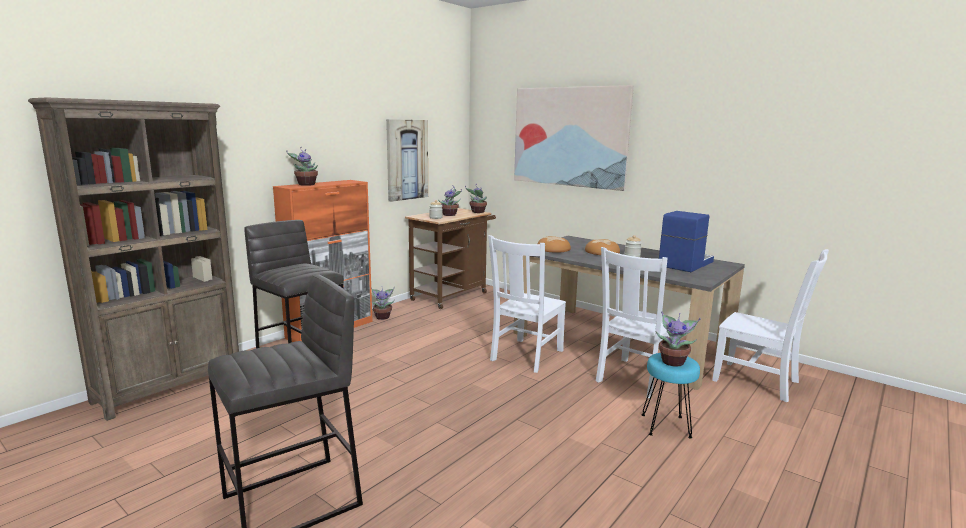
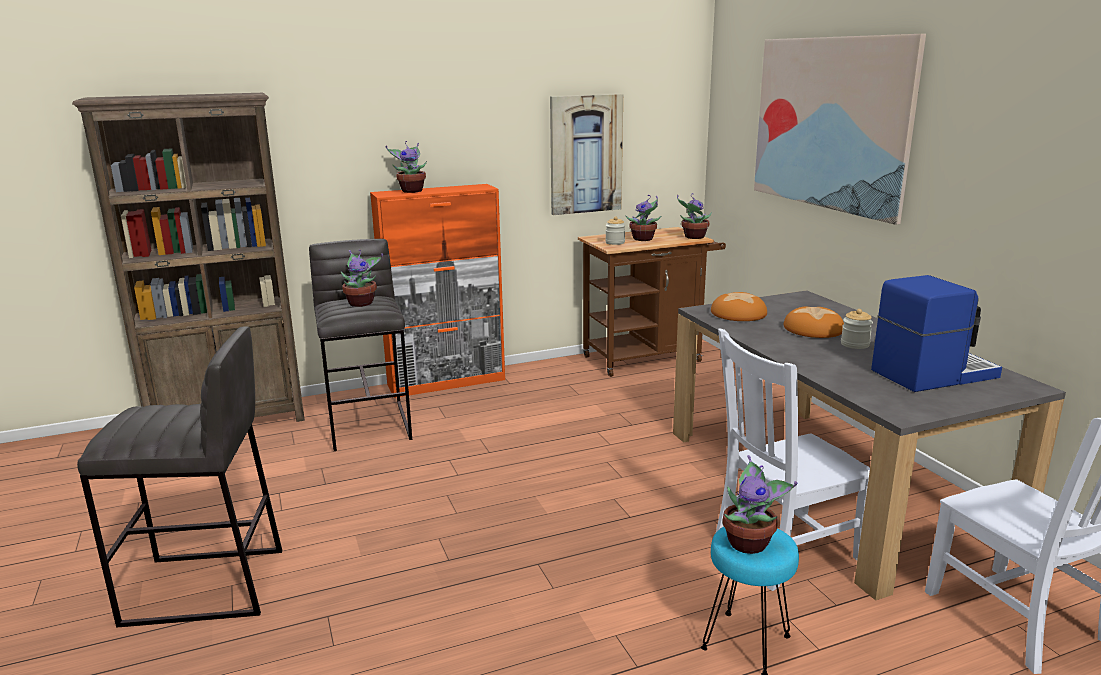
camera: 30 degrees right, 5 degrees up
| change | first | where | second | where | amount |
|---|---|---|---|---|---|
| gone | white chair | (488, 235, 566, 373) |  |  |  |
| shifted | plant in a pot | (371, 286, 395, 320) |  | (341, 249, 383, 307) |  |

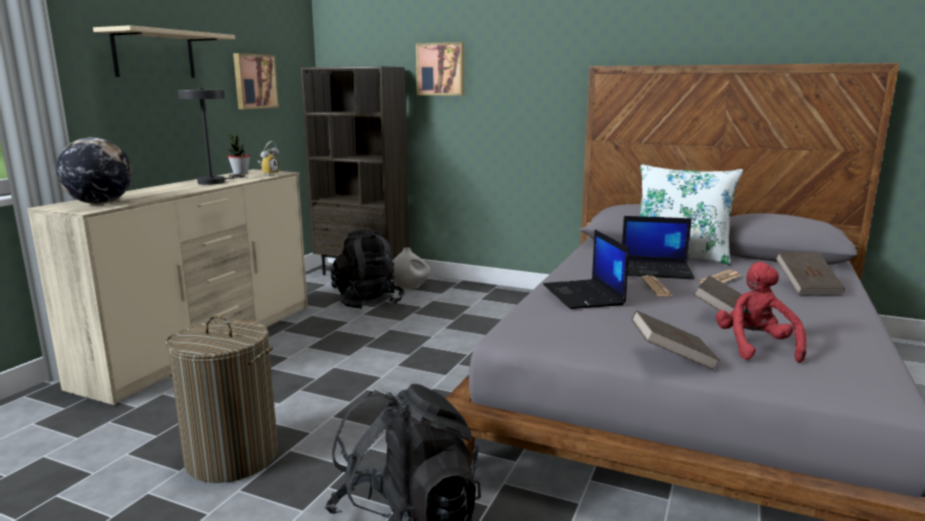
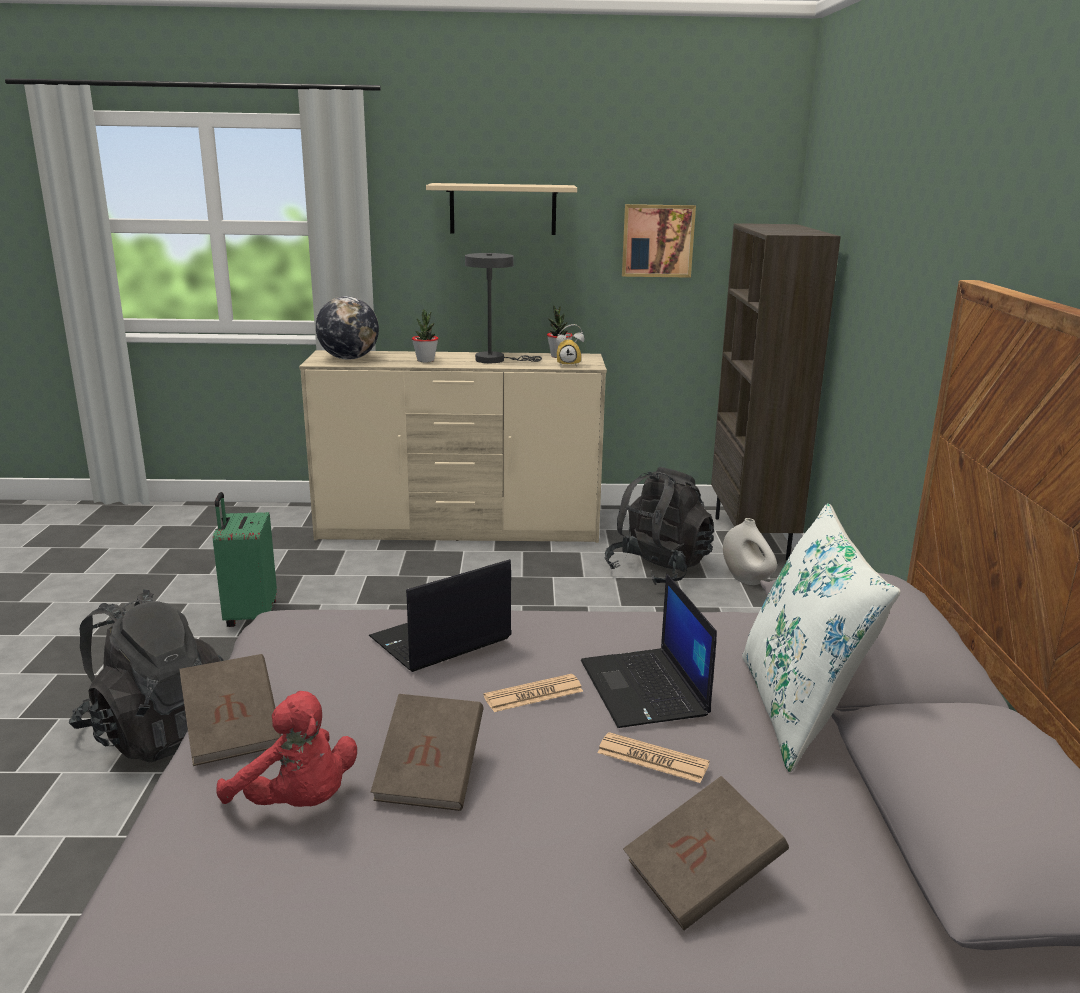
camera: 65 degrees right, 5 degrees up
| change | first | where | second | where | amount |
|---|---|---|---|---|---|
| gone | wall art | (416, 42, 464, 96) |  |  |  |
| rotated | red-coloured plush toy | (716, 262, 807, 363) |  | (217, 691, 357, 807) | 60 degrees clockwise |
| swapped | hamper | (166, 315, 278, 483) | green-coloured travel case | (213, 492, 277, 627) |  |
| new |  |  | plant in a pot | (412, 309, 439, 362) |  |

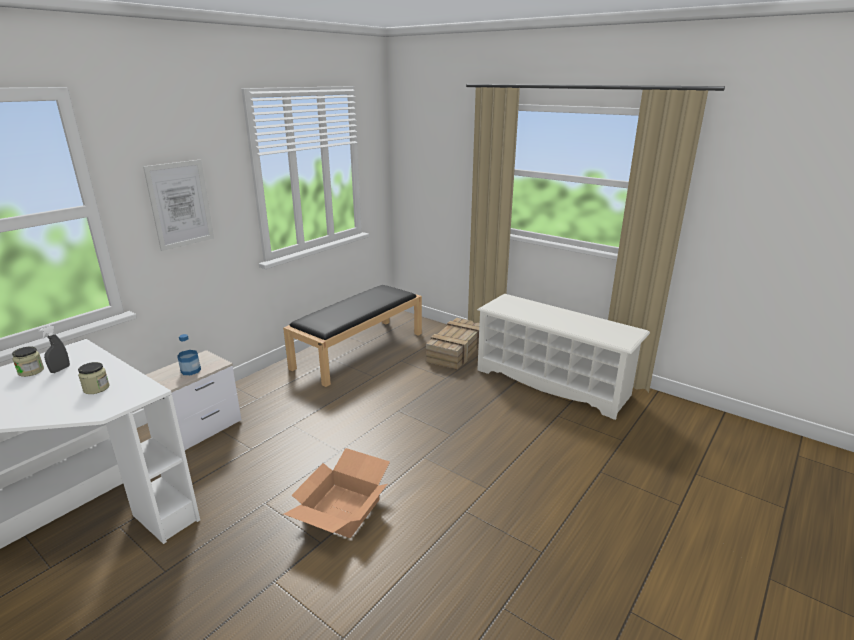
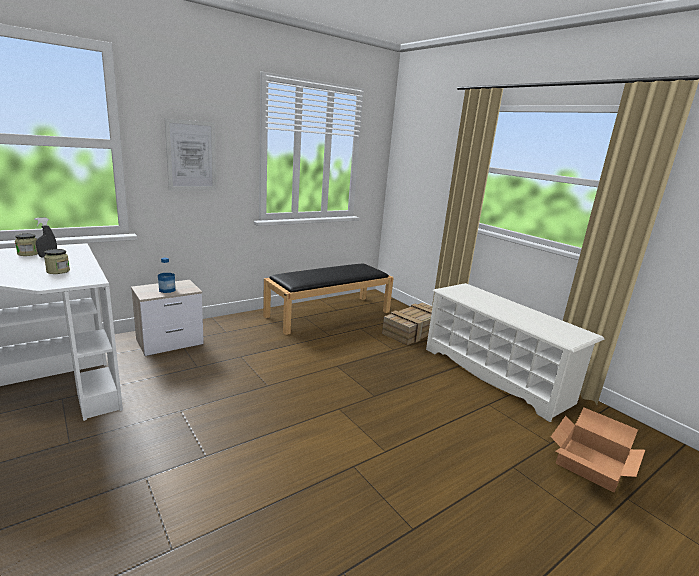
camera: 15 degrees right, 5 degrees down
| change | first | where | second | where | amount |
|---|---|---|---|---|---|
| shifted | packing box | (284, 448, 390, 538) |  | (551, 408, 645, 493) |  |

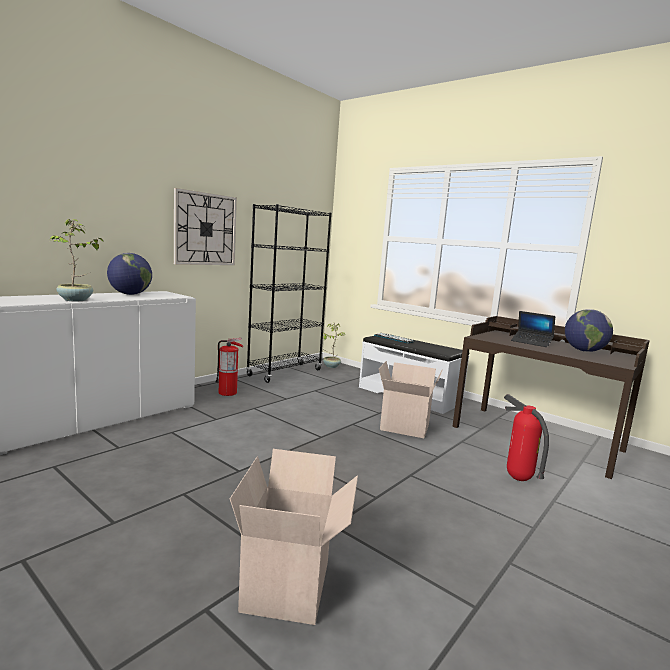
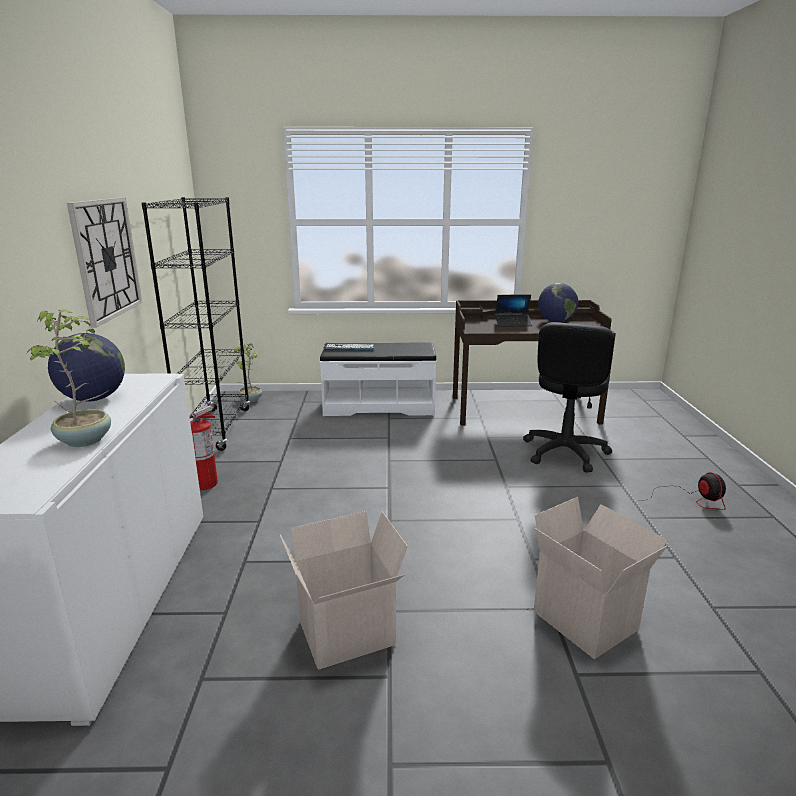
camera: 40 degrees left, 10 degrees up
| change | first | where | second | where | amount |
|---|---|---|---|---|---|
| shifted | packing box | (379, 361, 443, 438) |  | (280, 511, 408, 670) |  |
| swapped | extinguisher | (504, 394, 549, 481) | blackish office chair | (523, 322, 614, 472) |  |
| new |  |  | cooling fan | (641, 472, 726, 510) |  |

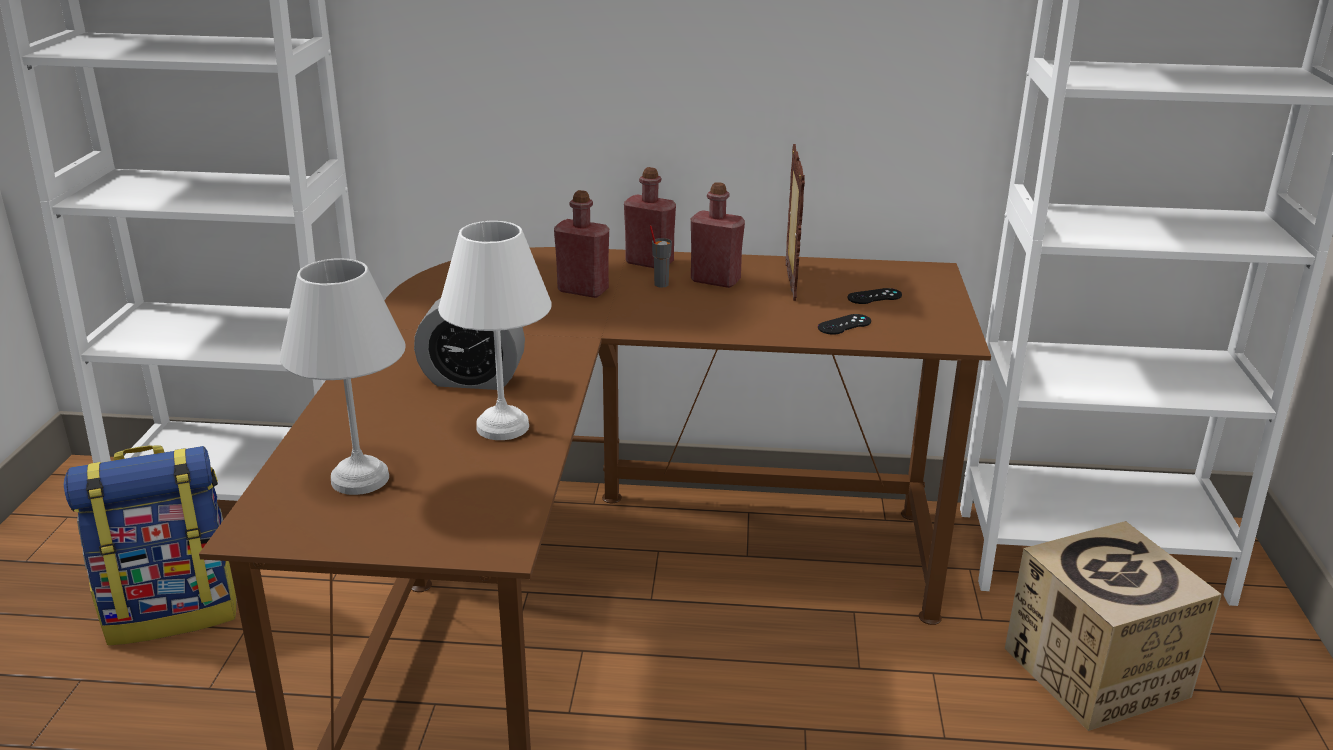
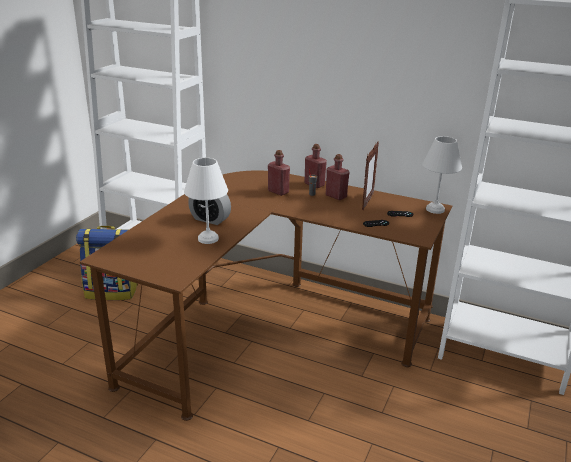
camera: 20 degrees right, 0 degrees up
| change | first | where | second | where | amount |
|---|---|---|---|---|---|
| shifted | white table lamp | (280, 259, 405, 495) |  | (422, 136, 462, 214) |  |
| gone | packing box | (1005, 521, 1222, 731) |  |  |  |

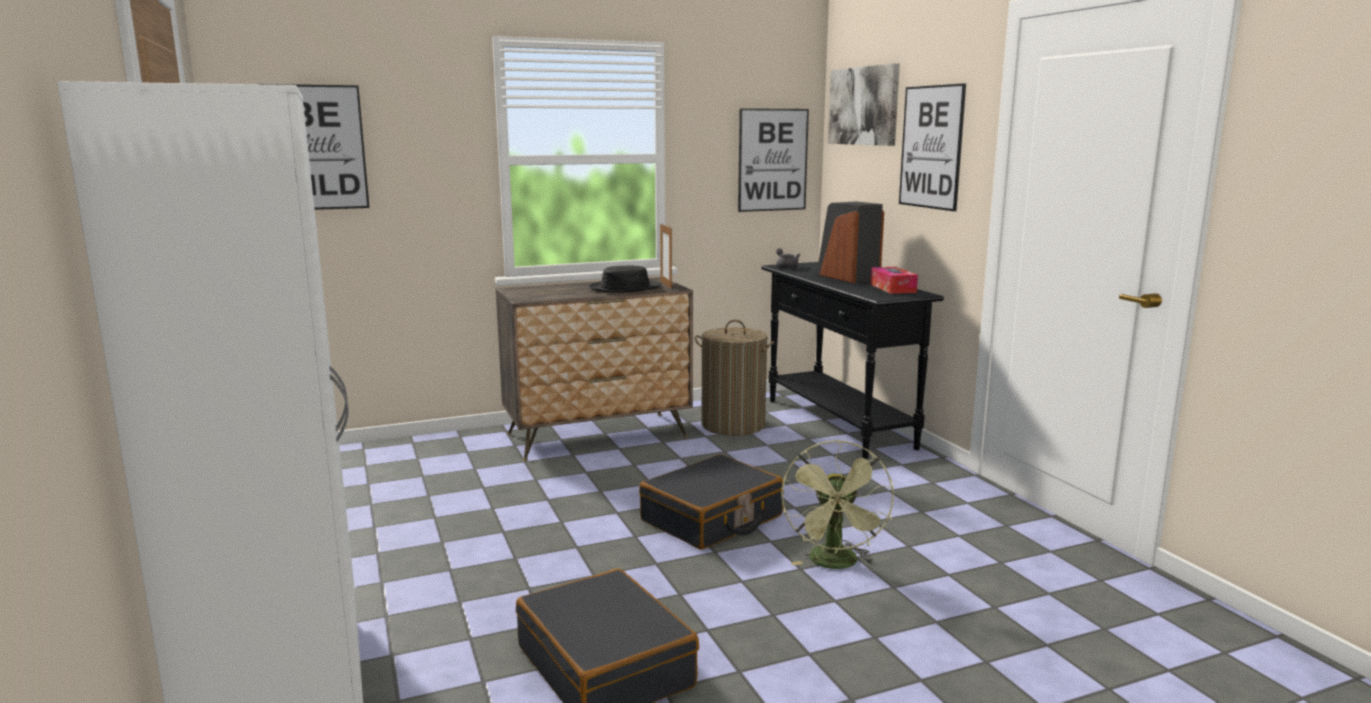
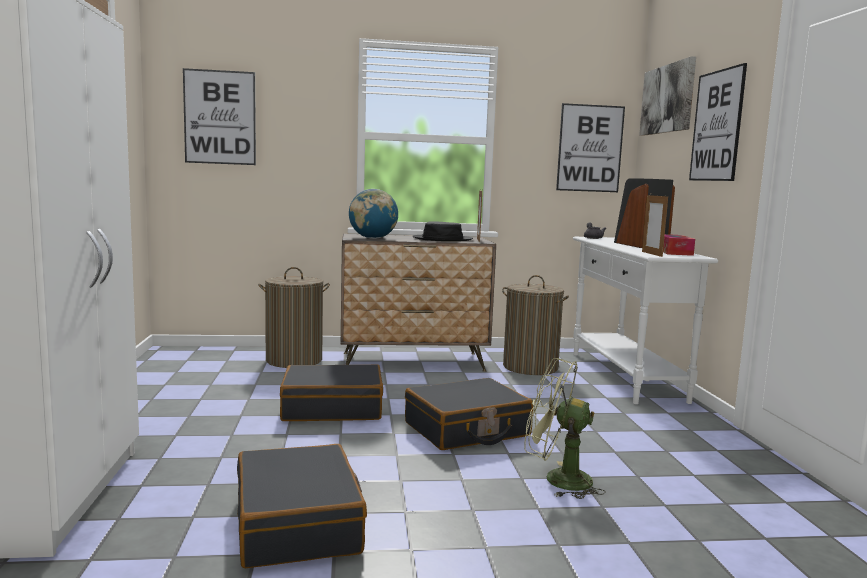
camera: 15 degrees right, 5 degrees down
| change | first | where | second | where | amount |
|---|---|---|---|---|---|
| repainted | blackish console table | (761, 262, 944, 459) | white console table | (573, 237, 718, 404) |  |
| rotated | green-coloured cooling fan | (781, 440, 894, 569) |  | (524, 358, 606, 499) | 90 degrees clockwise |
| new |  |  | globe | (349, 189, 398, 239) |  |
| new |  |  | picture frame | (642, 194, 668, 257) |  |
| new |  |  | hamper | (258, 267, 330, 368) |  |
| new |  |  | blackish travel case | (280, 364, 383, 421) |  |

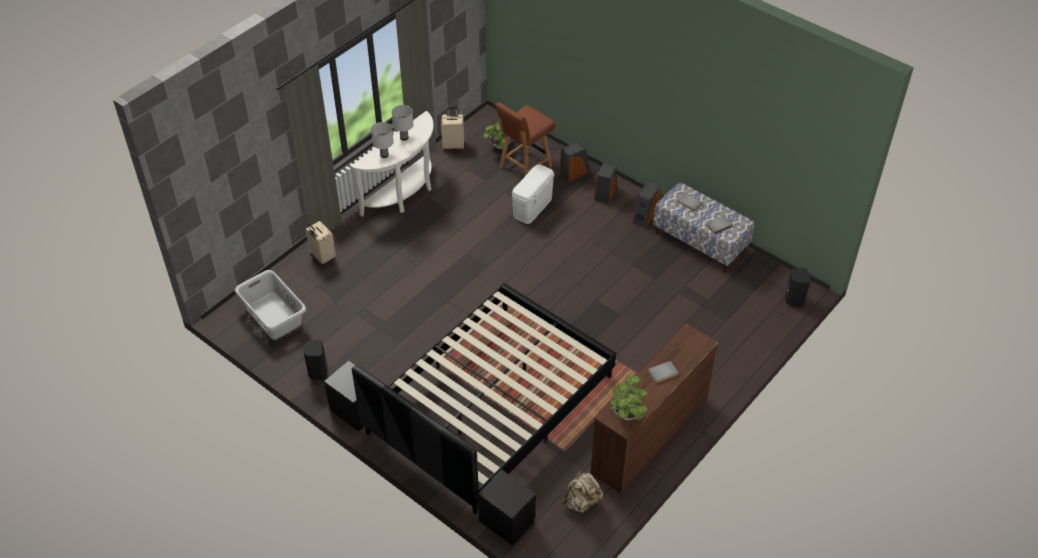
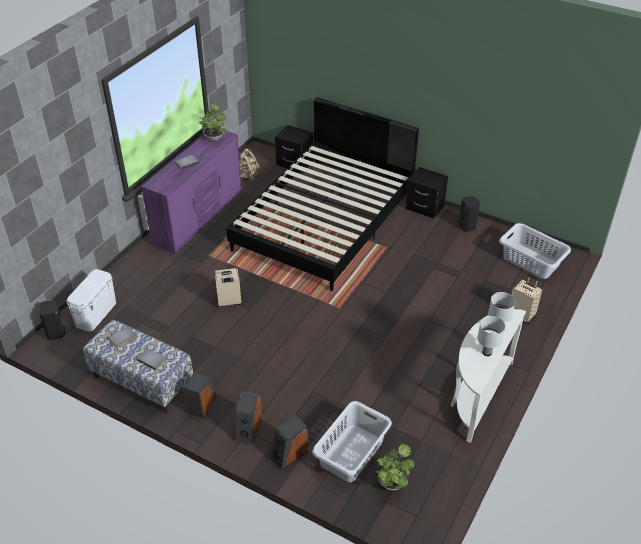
camera: 170 degrees right, 5 degrees down
| change | first | where | second | where | amount |
|---|---|---|---|---|---|
| swapped | brown chair | (495, 102, 555, 177) | gray hamper | (312, 401, 392, 482) |  |
| shifted | sand-coloured travel case | (441, 107, 465, 151) |  | (215, 268, 241, 308) |  |
| shifted | white storage bin | (512, 164, 554, 224) |  | (66, 269, 116, 332) |  |
| repainted | brown drawer chest | (590, 323, 718, 494) | purplish drawer chest | (141, 131, 242, 255) |  |

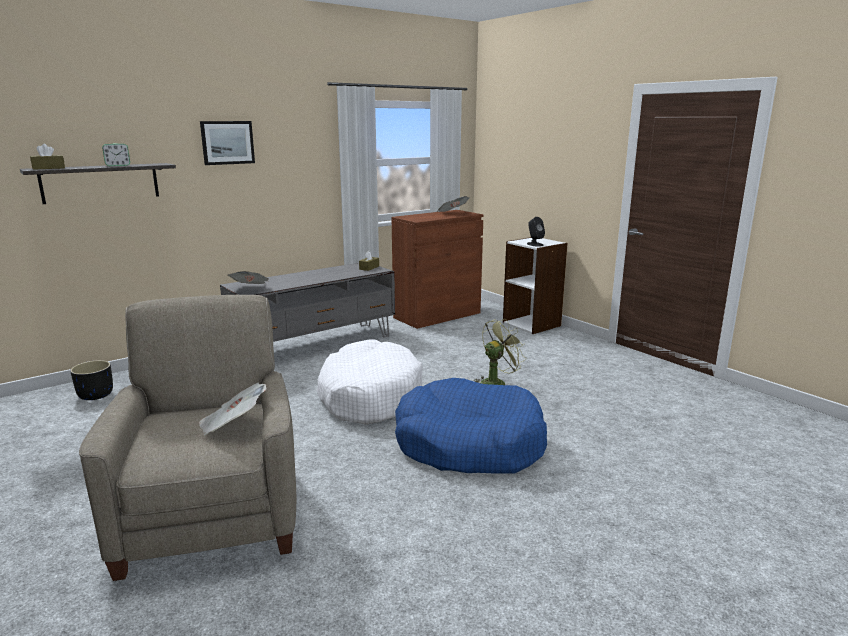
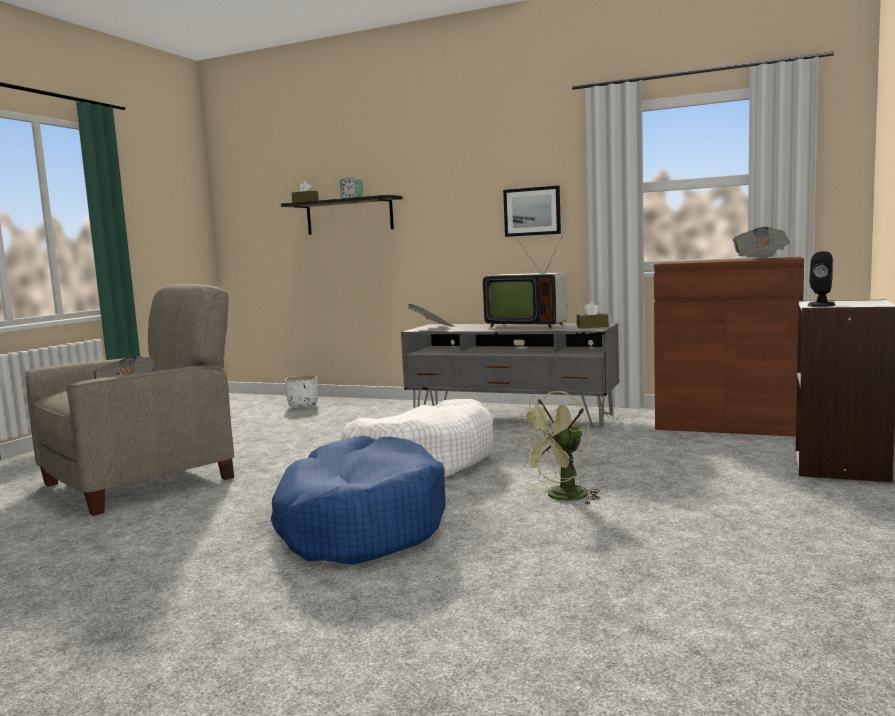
camera: 60 degrees right, 10 degrees down
| change | first | where | second | where | amount |
|---|---|---|---|---|---|
| shifted | wall art | (200, 121, 255, 165) |  | (503, 186, 561, 237) |  |
| rotated | green-coloured cooling fan | (474, 319, 526, 385) |  | (516, 391, 600, 504) | 120 degrees clockwise |
| repainted | blackish plant pot | (70, 360, 113, 400) | white plant pot | (285, 375, 318, 408) |  |
| new |  |  | television | (483, 233, 567, 328) |  |

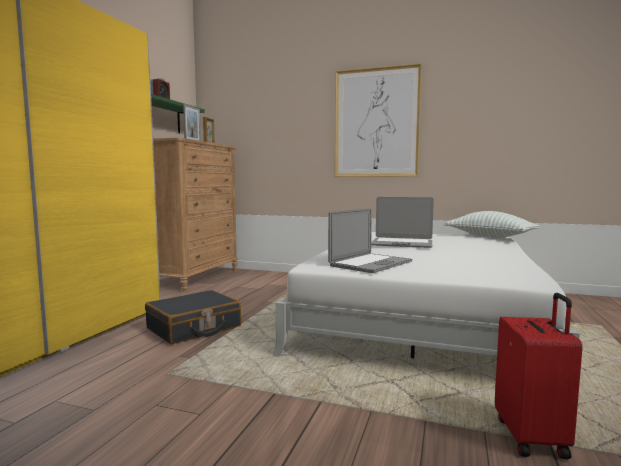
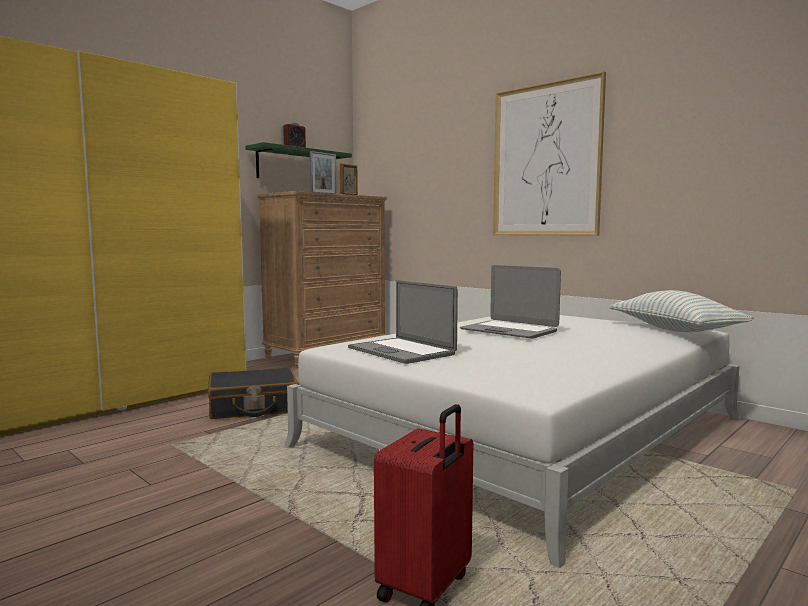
camera: 25 degrees right, 0 degrees up
| change | first | where | second | where | amount |
|---|---|---|---|---|---|
| rotated | portable computer | (328, 208, 412, 273) |  | (348, 280, 458, 364) | 75 degrees clockwise |

